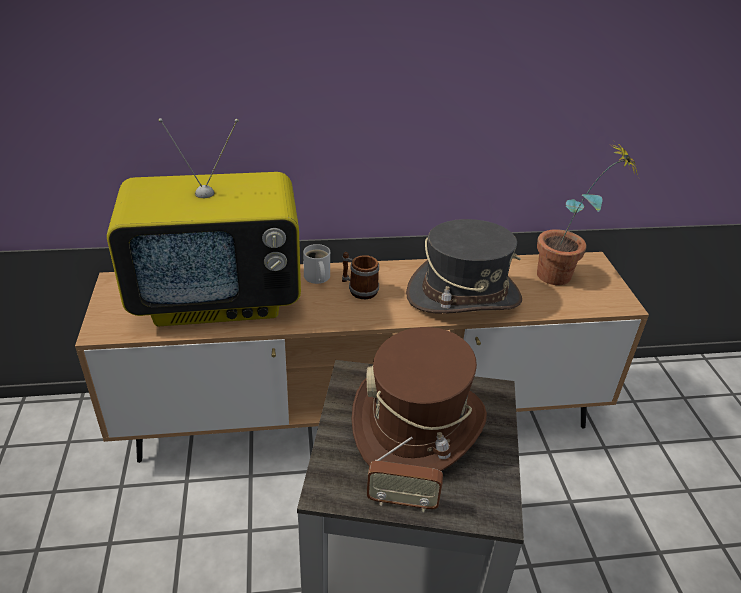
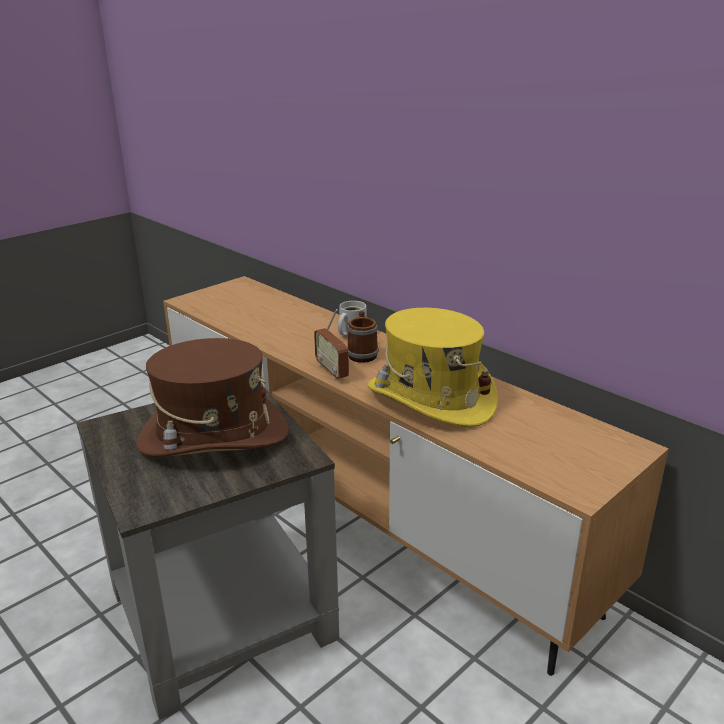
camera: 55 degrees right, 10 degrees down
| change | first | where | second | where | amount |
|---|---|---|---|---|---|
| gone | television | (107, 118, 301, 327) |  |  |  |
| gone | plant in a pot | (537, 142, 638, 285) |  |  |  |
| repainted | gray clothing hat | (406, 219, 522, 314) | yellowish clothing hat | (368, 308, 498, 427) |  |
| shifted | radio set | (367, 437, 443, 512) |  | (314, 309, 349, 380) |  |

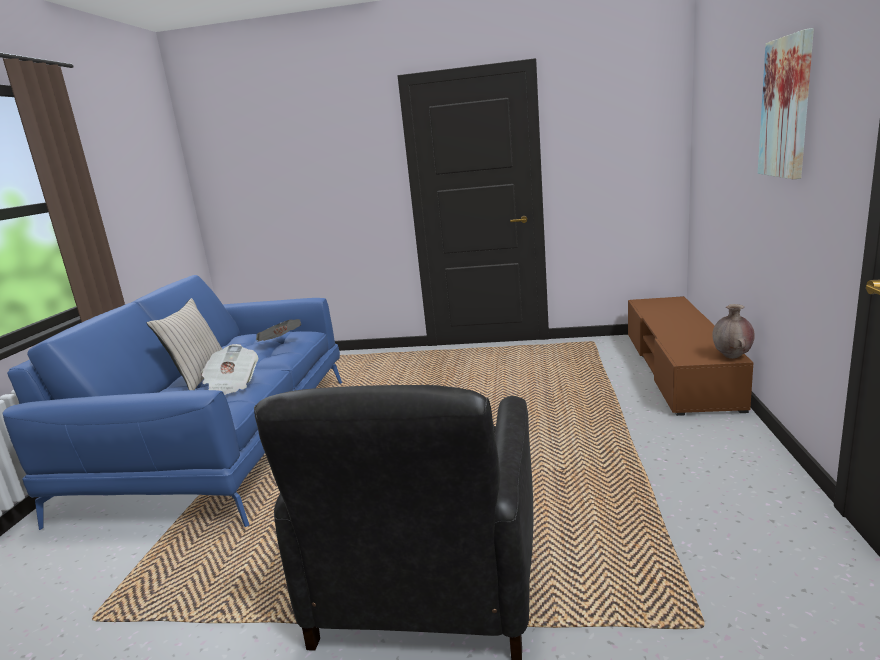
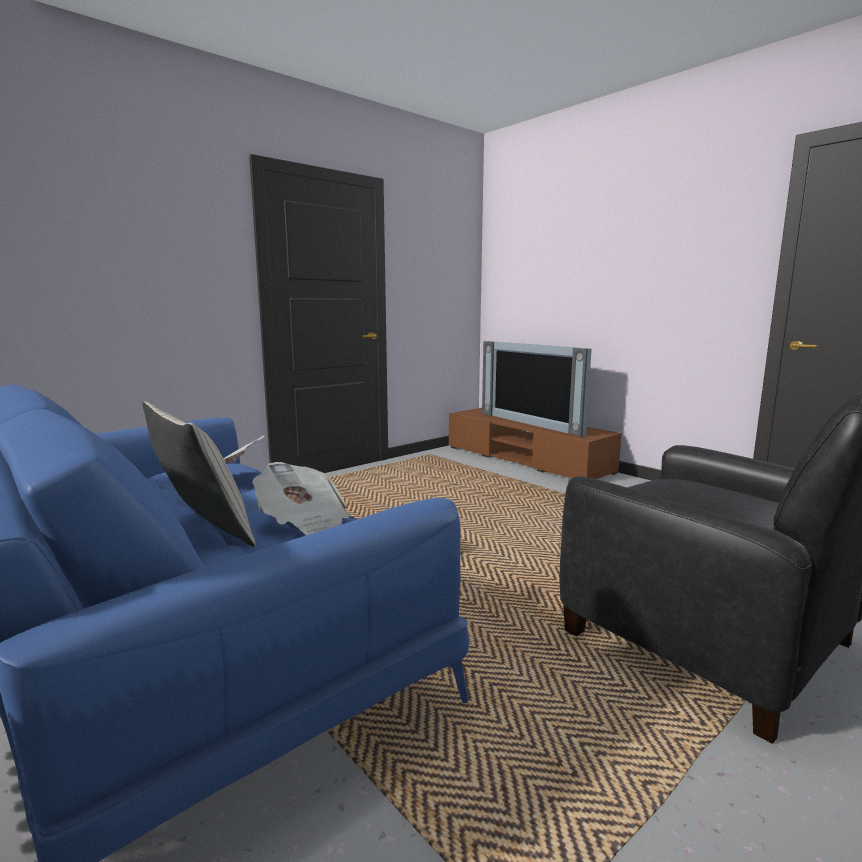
camera: 50 degrees left, 5 degrees down
| change | first | where | second | where | amount |
|---|---|---|---|---|---|
| gone | wall art | (758, 28, 814, 179) |  |  |  |
| gone | brown vase | (712, 304, 755, 359) |  |  |  |
| new |  |  | television | (482, 341, 592, 437) |  |

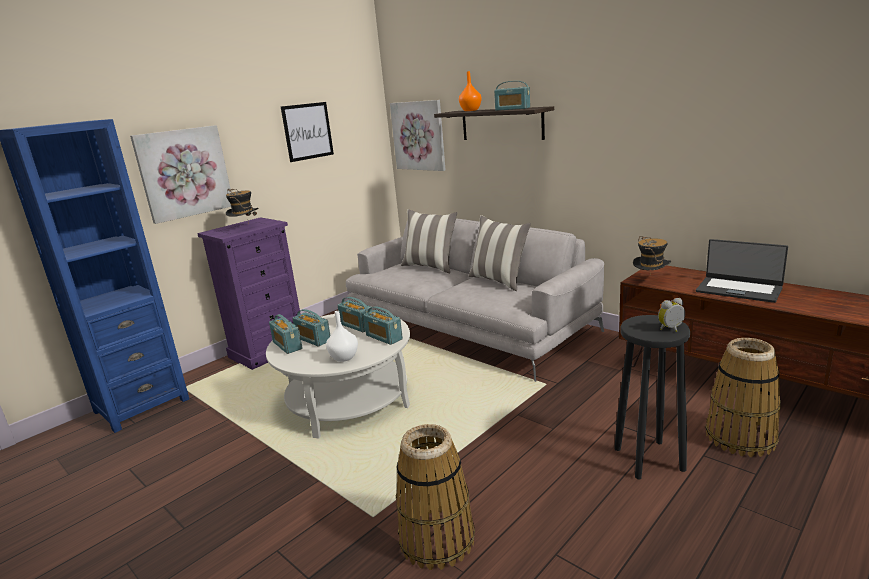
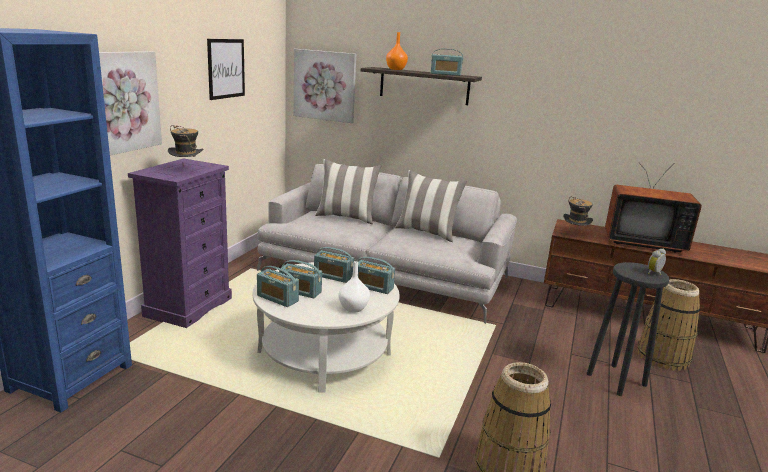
camera: 25 degrees left, 0 degrees up
| change | first | where | second | where | amount |
|---|---|---|---|---|---|
| swapped | portable computer | (696, 239, 788, 303) | television | (605, 163, 702, 253) |  |

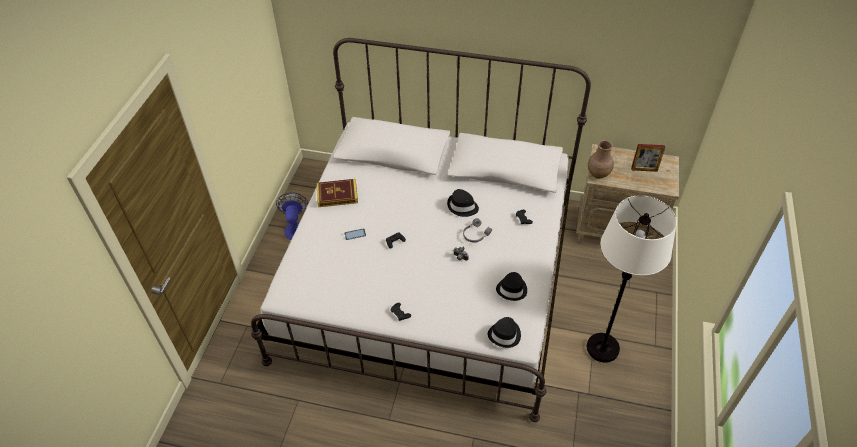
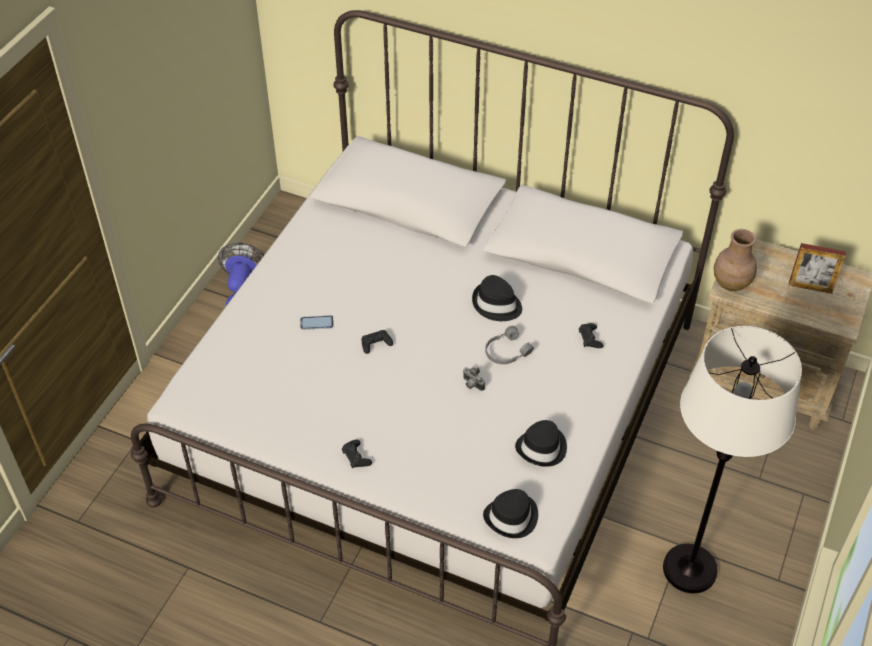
camera: 10 degrees right, 0 degrees up
| change | first | where | second | where | amount |
|---|---|---|---|---|---|
| gone | volume | (317, 179, 358, 207) |  |  |  |

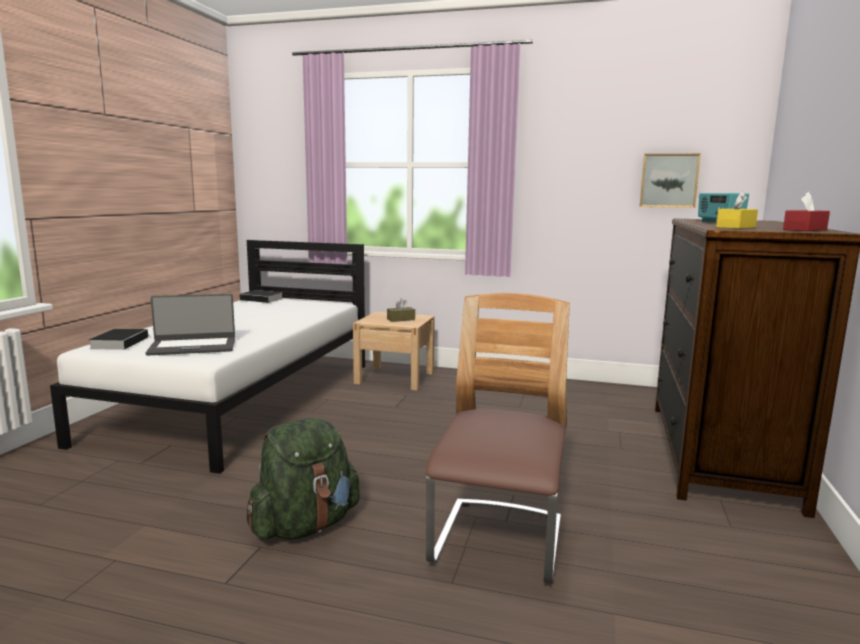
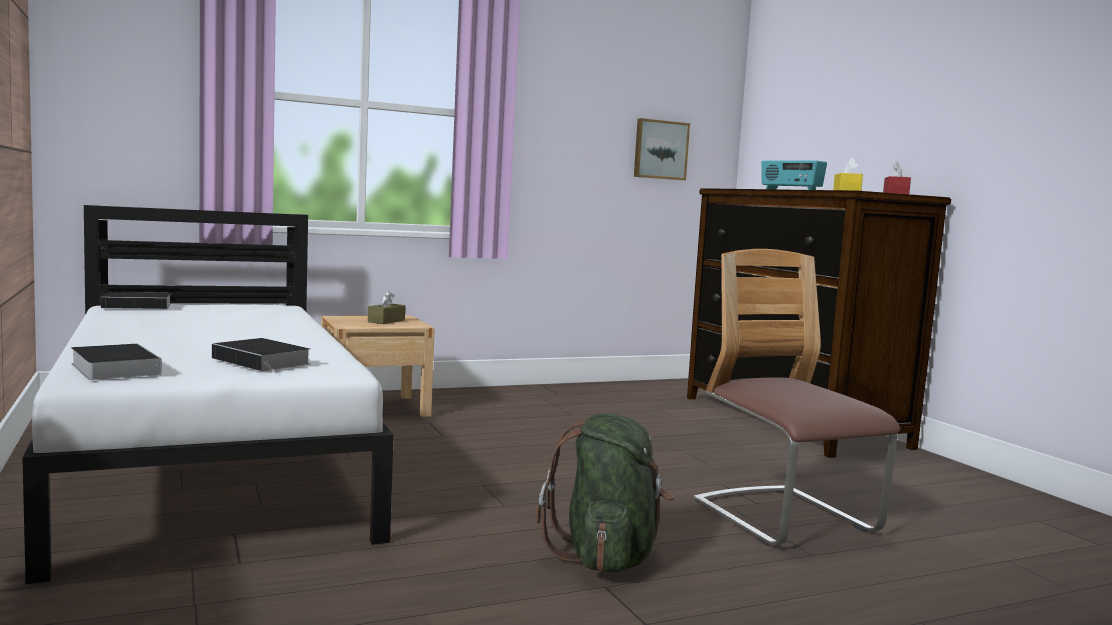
camera: 40 degrees left, 5 degrees down
| change | first | where | second | where | amount |
|---|---|---|---|---|---|
| swapped | portable computer | (146, 294, 235, 355) | volume | (212, 338, 311, 373) |  |

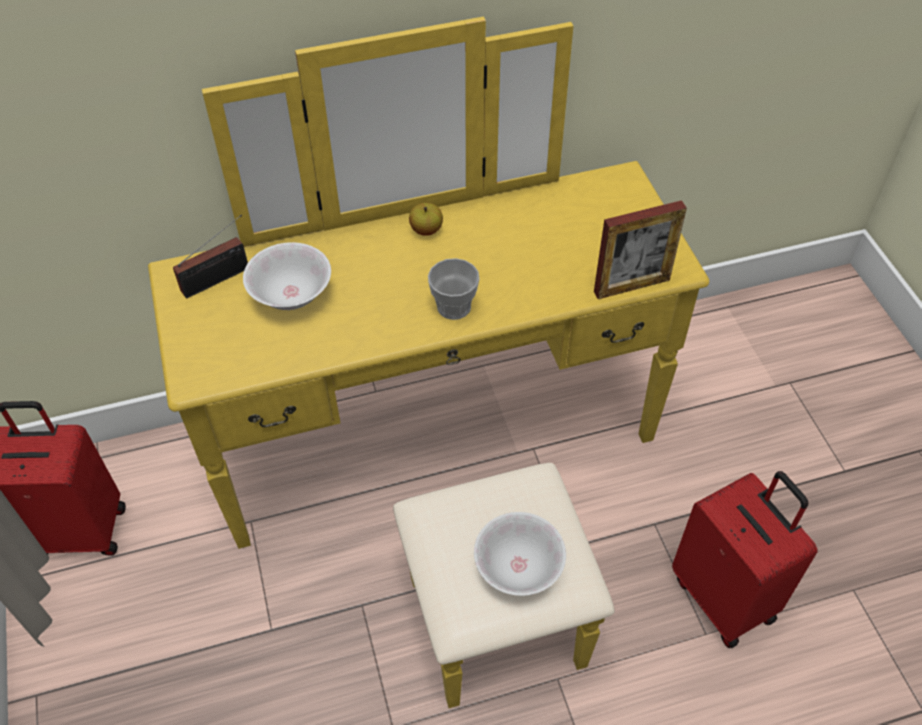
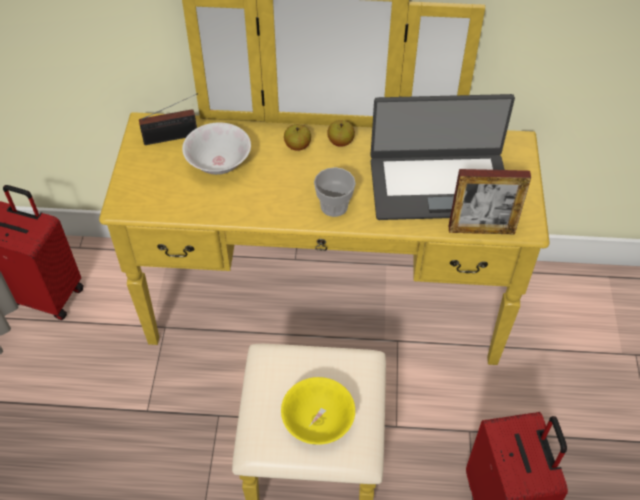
camera: 20 degrees right, 0 degrees up
| change | first | where | second | where | amount |
|---|---|---|---|---|---|
| repainted | white bowl | (474, 512, 566, 596) | yellowish bowl | (281, 377, 355, 445) |  |
| new |  |  | portable computer | (370, 94, 515, 220) |  |
| new |  |  | apple fruit | (284, 124, 311, 151) |  |

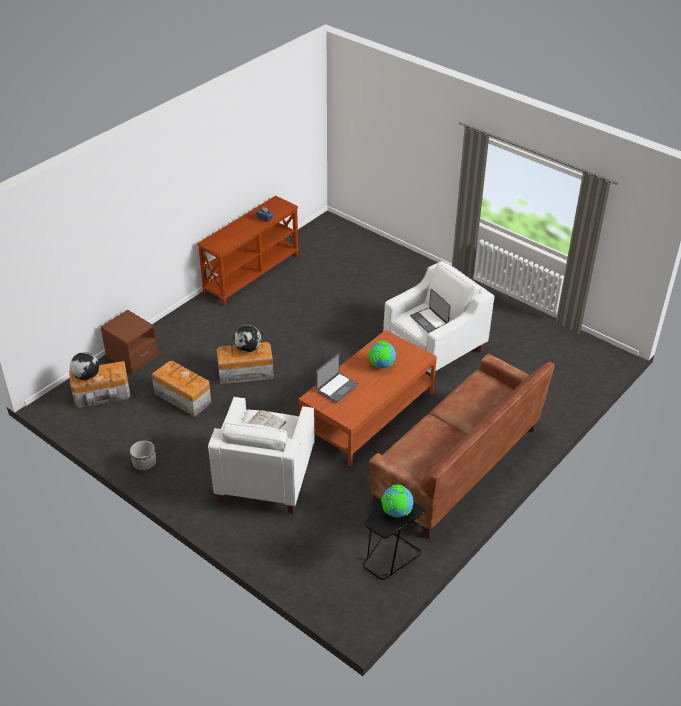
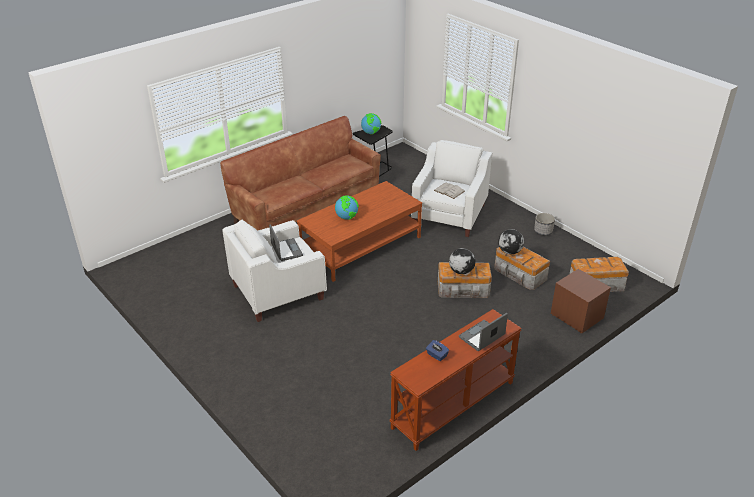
camera: 170 degrees left, 5 degrees down
| change | first | where | second | where | amount |
|---|---|---|---|---|---|
| shifted | globe | (70, 352, 99, 380) |  | (498, 229, 524, 254) |  |
| shifted | portable computer | (316, 353, 359, 403) |  | (459, 313, 508, 351) |  |

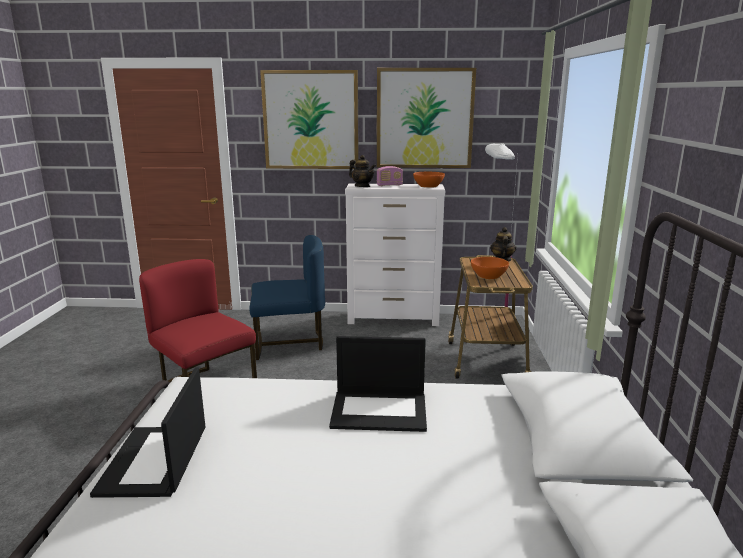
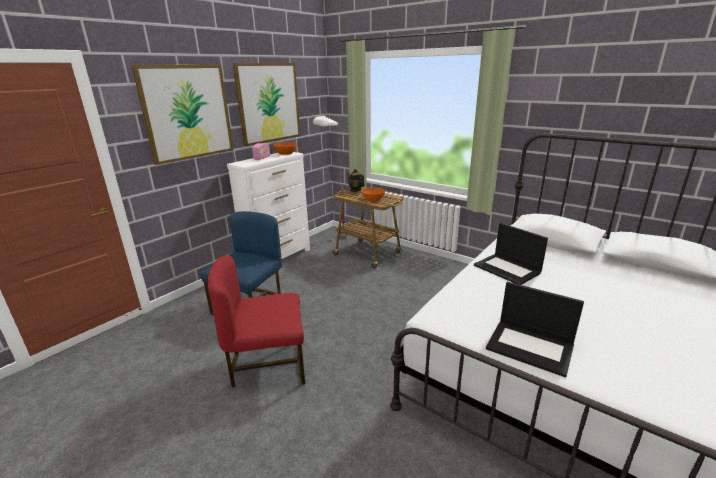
camera: 55 degrees left, 5 degrees up
| change | first | where | second | where | amount |
|---|---|---|---|---|---|
| gone | teapot | (349, 155, 376, 187) |  |  |  |
| rotated | portable computer | (329, 336, 427, 432) |  | (474, 223, 548, 285) | 105 degrees clockwise |

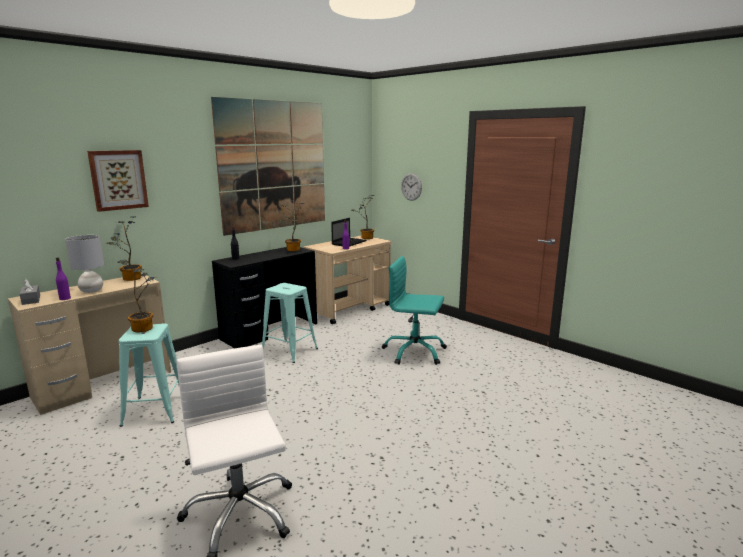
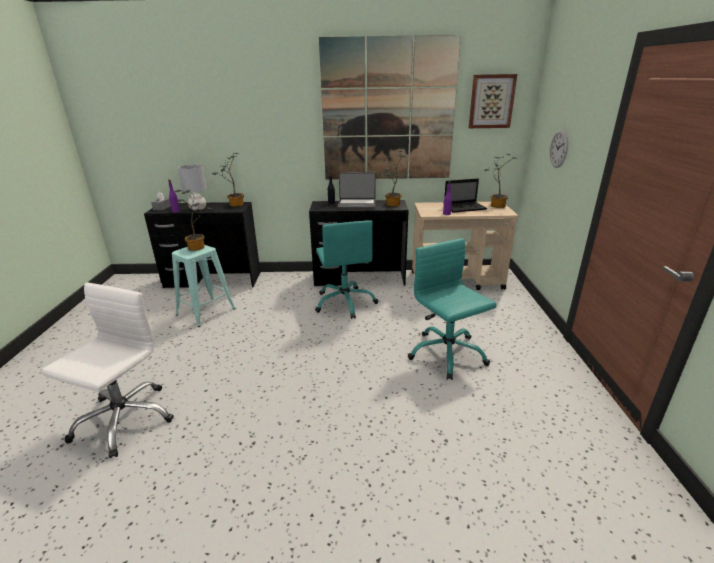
camera: 45 degrees right, 10 degrees up
| change | first | where | second | where | amount |
|---|---|---|---|---|---|
| shifted | wall art | (87, 150, 149, 212) |  | (469, 74, 517, 128) |  |
| repainted | sand-coloured desk | (8, 275, 171, 415) | blackish desk | (144, 202, 260, 288) |  |
| swapped | blue-green stool | (262, 283, 318, 363) | blue-green office chair | (315, 220, 378, 319) |  |
| new |  |  | portable computer | (337, 172, 376, 209) |  |

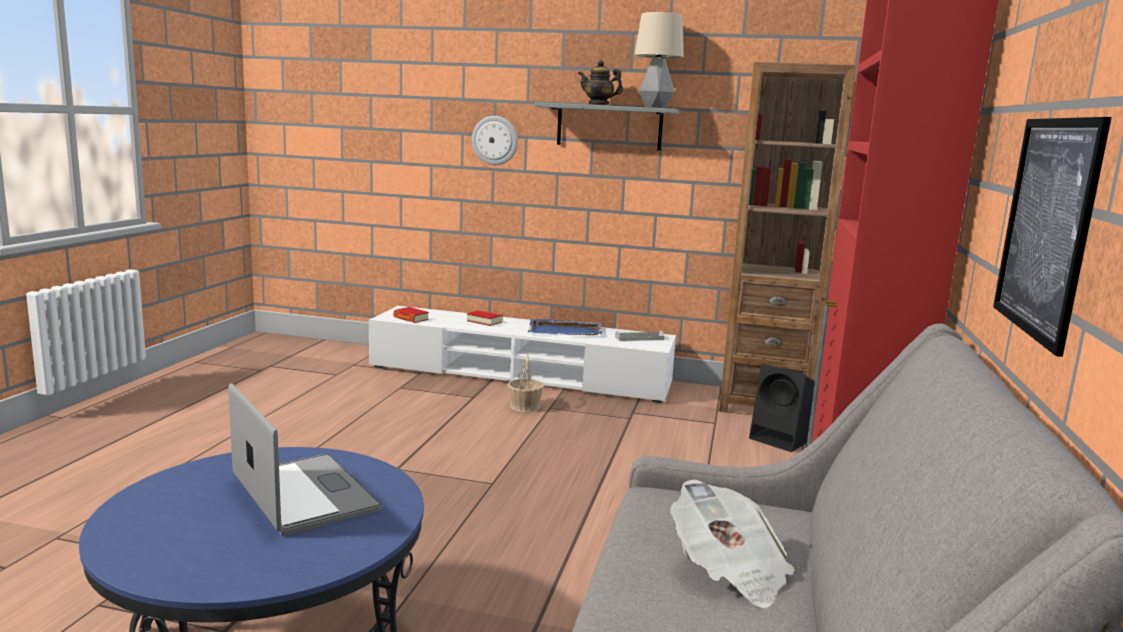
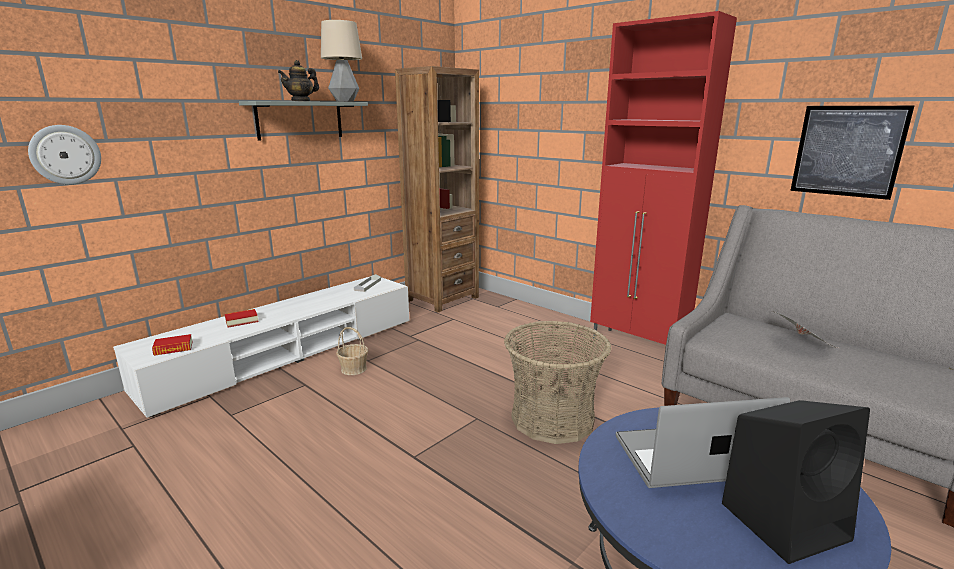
camera: 60 degrees left, 5 degrees up
| change | first | where | second | where | amount |
|---|---|---|---|---|---|
| shifted | hanging clock | (472, 116, 518, 165) |  | (28, 125, 101, 185) |  |
| gone | blue carrying tray | (528, 319, 603, 335) |  |  |  |
| shifted | blackish speaker | (749, 364, 815, 452) |  | (722, 400, 870, 564) |  |
| new |  |  | household basket | (504, 321, 612, 444) |  |

